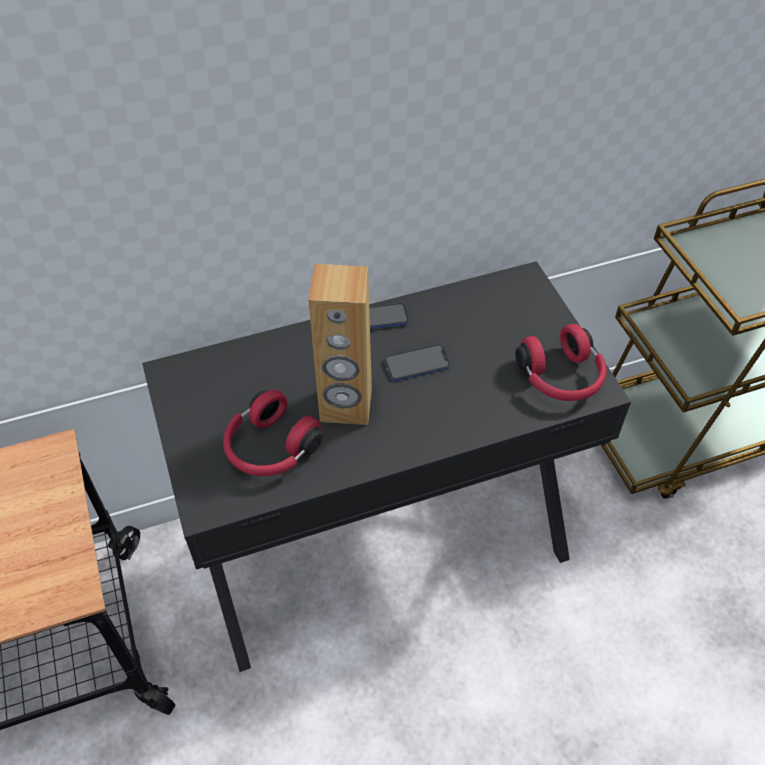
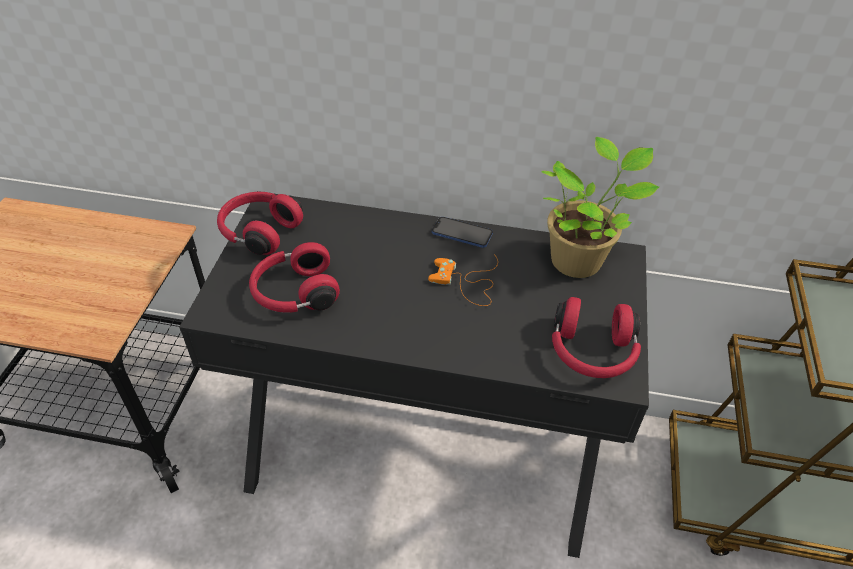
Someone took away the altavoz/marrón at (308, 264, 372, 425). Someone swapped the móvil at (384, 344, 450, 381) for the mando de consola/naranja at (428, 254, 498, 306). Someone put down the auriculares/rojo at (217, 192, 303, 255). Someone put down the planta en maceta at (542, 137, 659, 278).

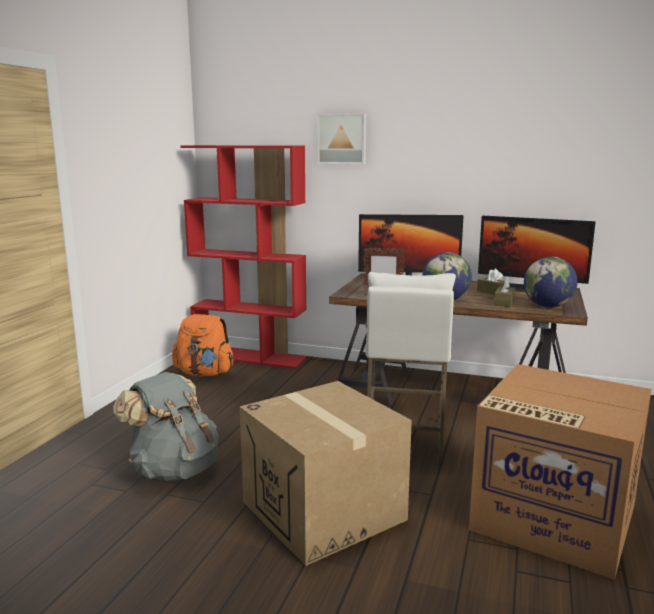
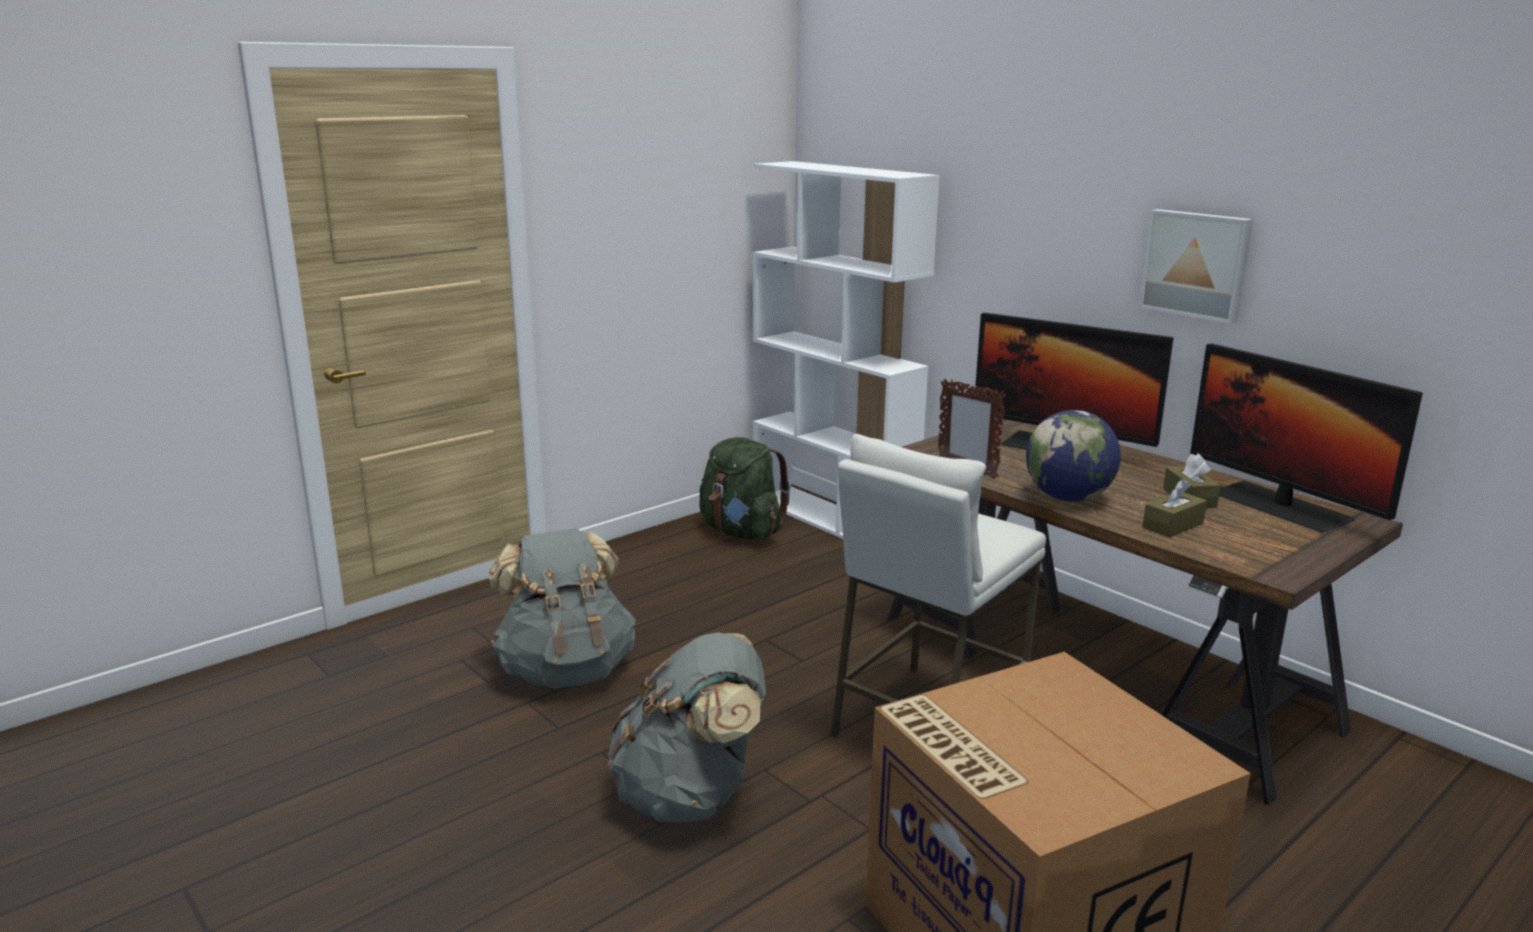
Someone repainted the mochila/naranja at (172, 314, 233, 376), which became the mochila/verde at (699, 437, 791, 539). Someone repainted the estantería/rojo at (181, 145, 307, 369), which became the estantería/blanco at (753, 161, 940, 539). Someone swapped the caja de cartón at (240, 381, 412, 566) for the mochila/gris at (608, 632, 766, 822). Someone carried the cuadro from (318, 113, 366, 164) to (1139, 209, 1253, 324). Someone took away the globo terráqueo at (524, 257, 578, 307).

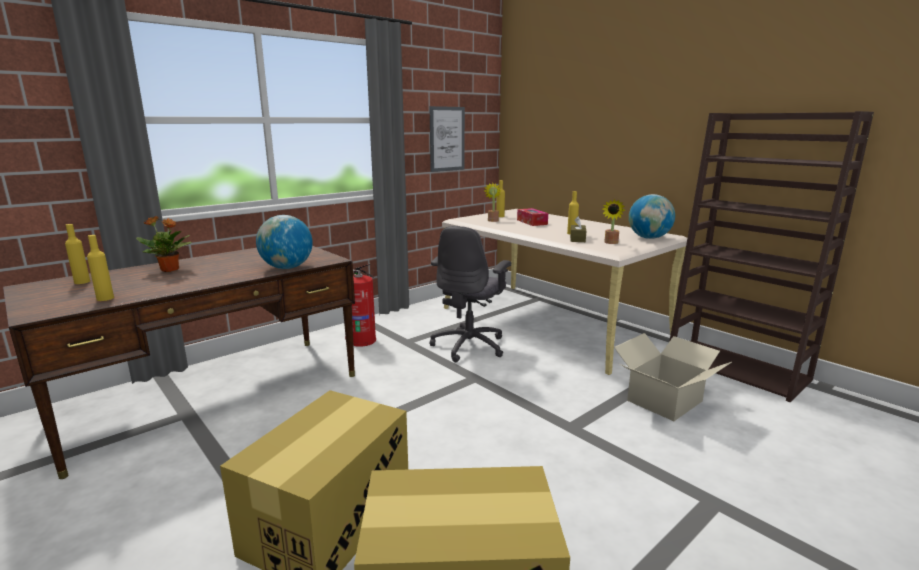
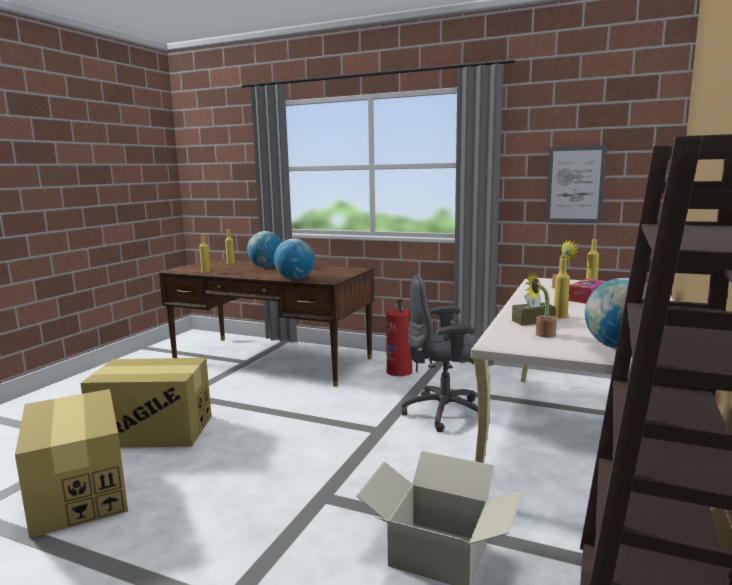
Someone swapped the planta en maceta at (136, 216, 192, 272) for the globo terráqueo at (247, 231, 282, 267).

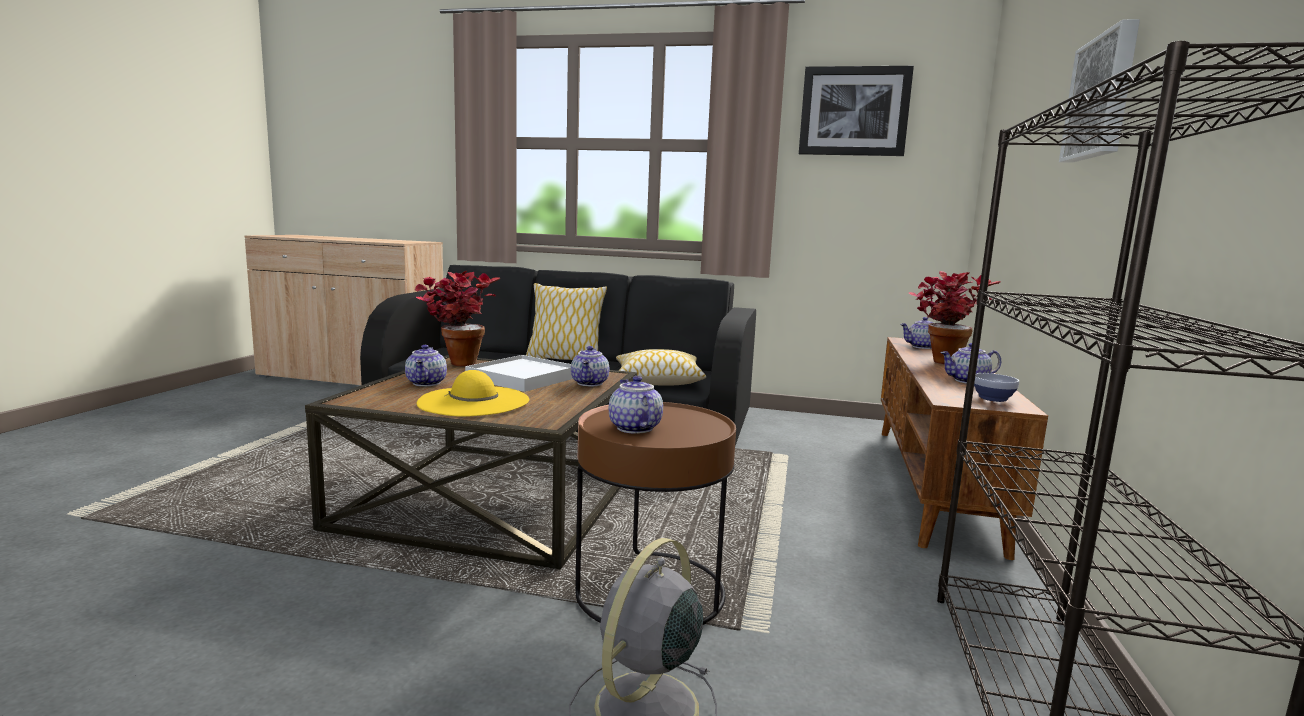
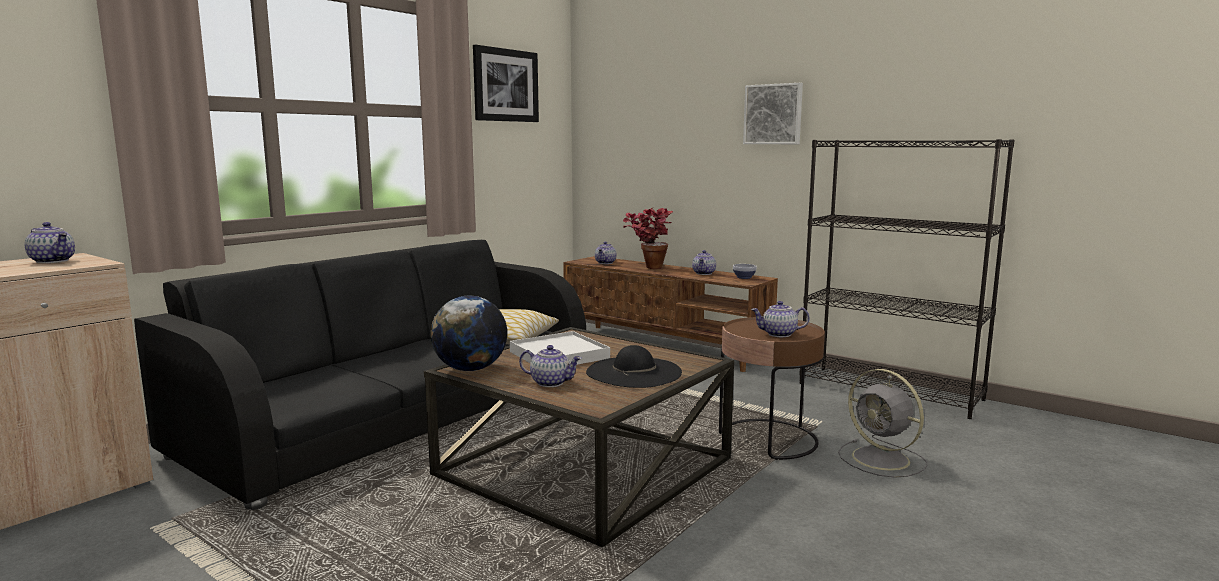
Someone swapped the planta en maceta at (415, 271, 500, 366) for the globo terráqueo at (430, 296, 507, 371). Someone repainted the sombrero/amarillo at (417, 370, 529, 417), which became the sombrero/negro at (586, 345, 682, 388). Someone took away the cojín at (526, 283, 607, 360). Someone carried the tetera from (571, 346, 609, 386) to (25, 222, 75, 263).

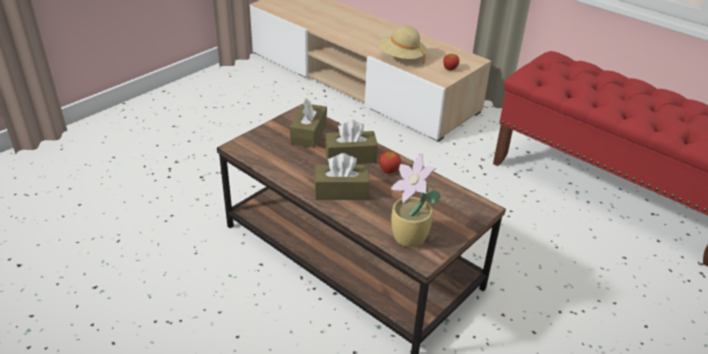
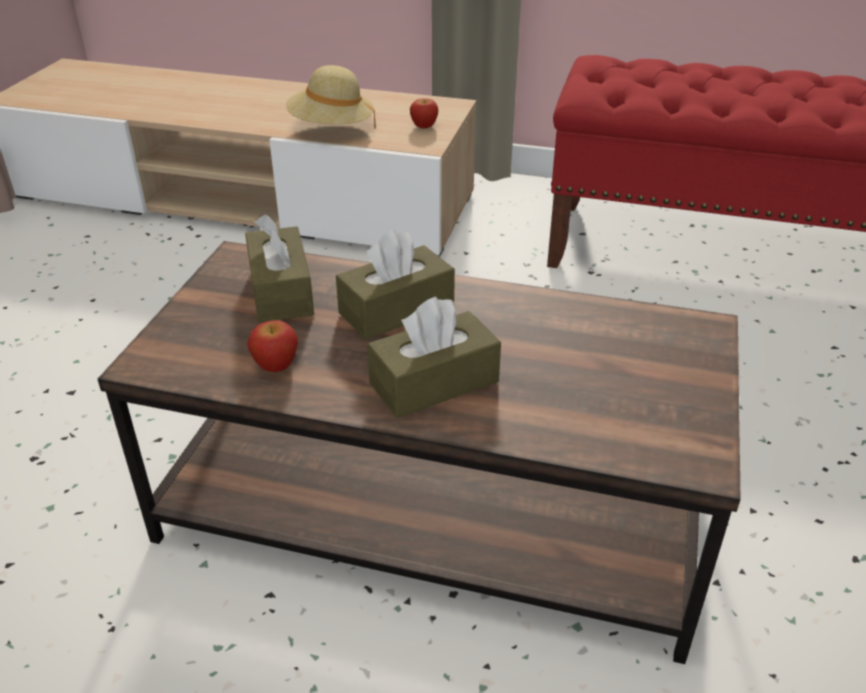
Someone carried the manzana from (379, 151, 401, 174) to (247, 320, 298, 372). Someone took away the planta en maceta at (391, 154, 441, 247).

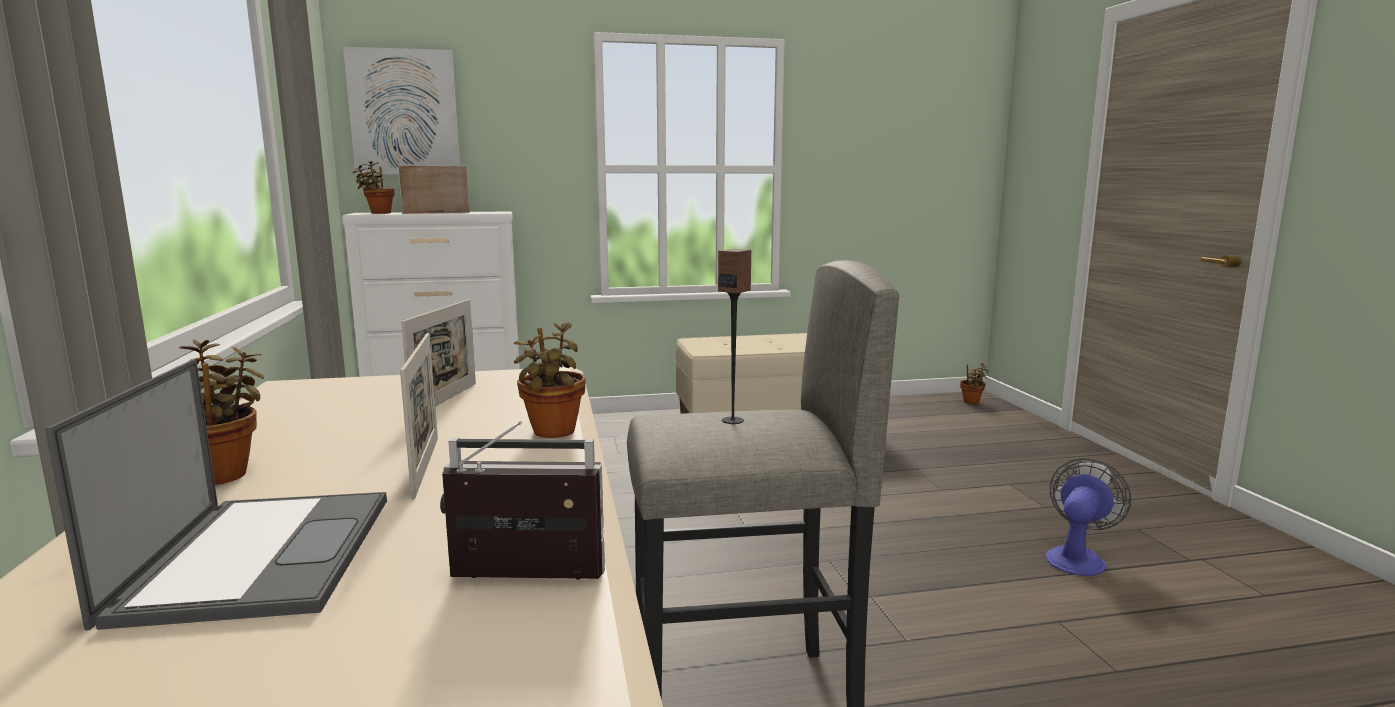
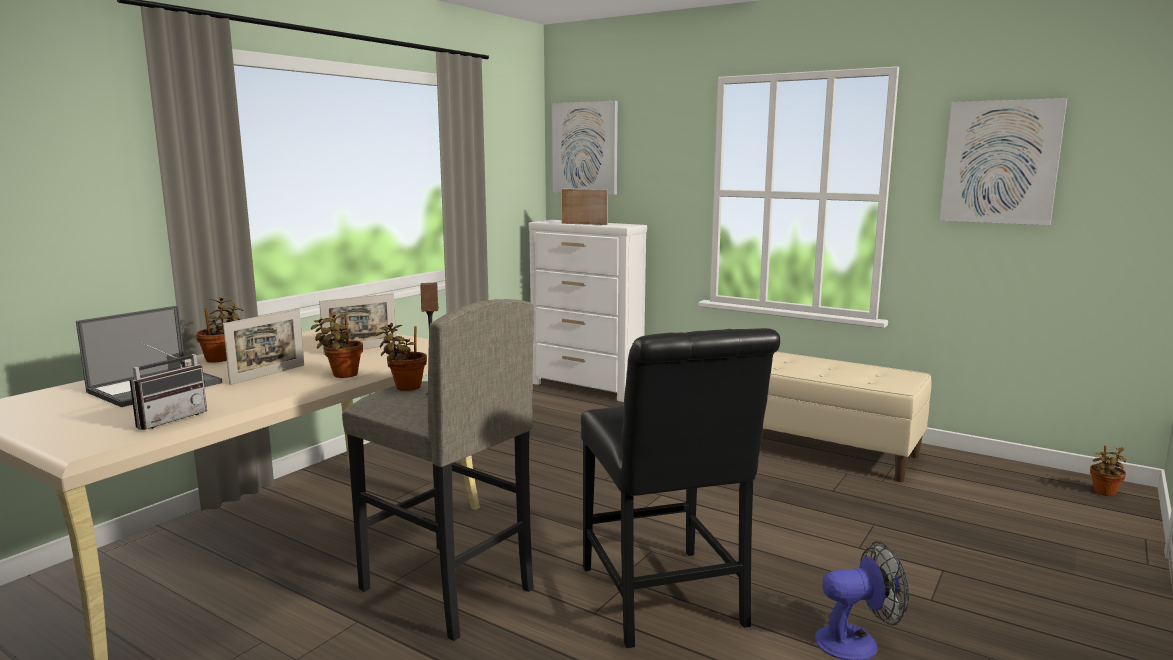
Someone carried the planta en maceta from (353, 161, 395, 214) to (376, 323, 427, 391). Someone rotated the radio at (440, 421, 605, 579) by 75 degrees clockwise. Someone put down the silla/negro at (581, 328, 780, 648). Someone put up the cuadro at (940, 98, 1067, 225).

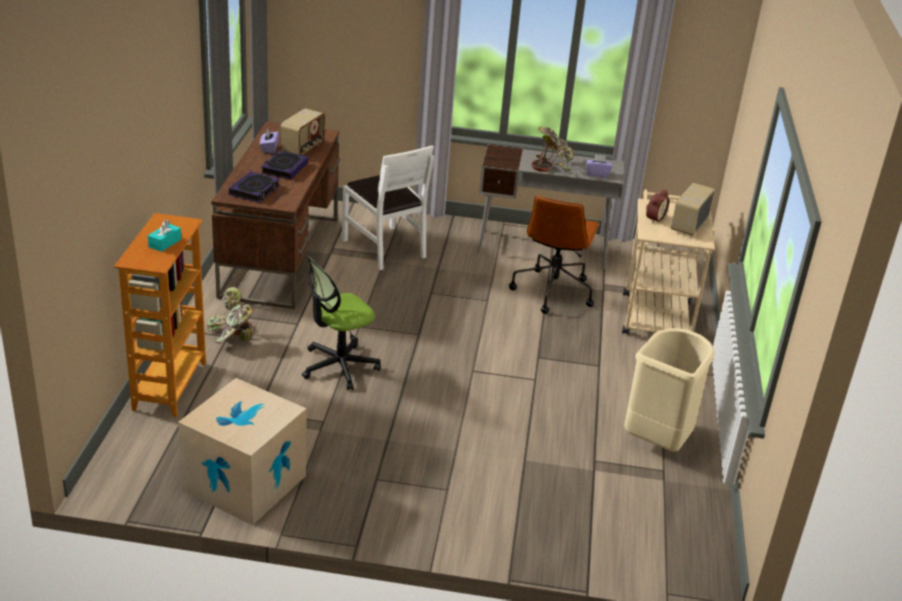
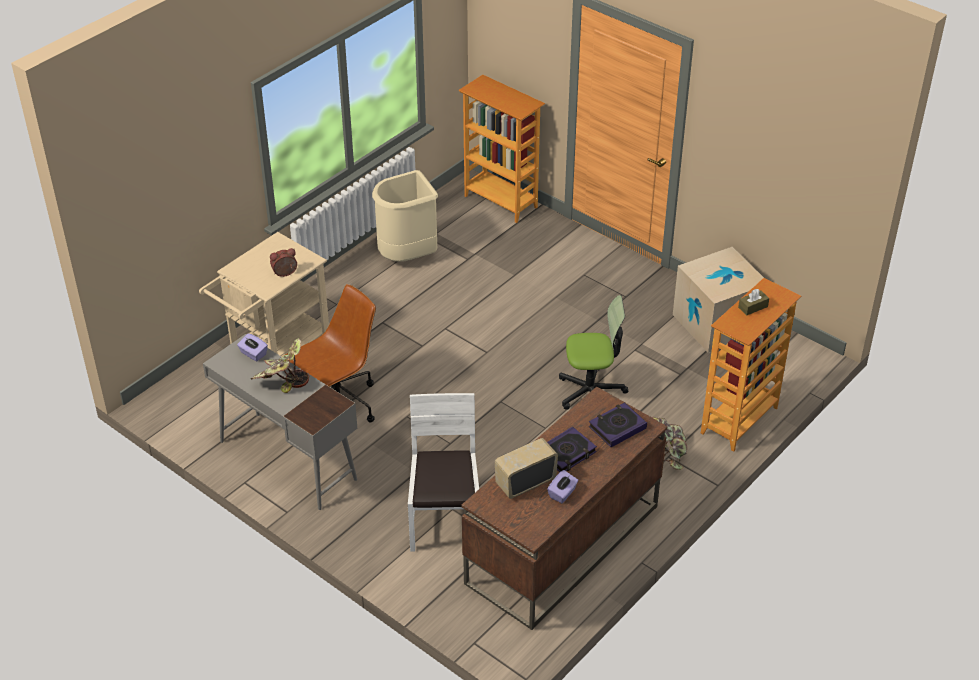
Someone repainted the caja de pañuelos/turquesa at (148, 220, 181, 252), which became the caja de pañuelos/marrón at (738, 289, 769, 315). Someone took away the radio at (671, 183, 715, 236). Someone put down the estantería at (459, 75, 545, 223).

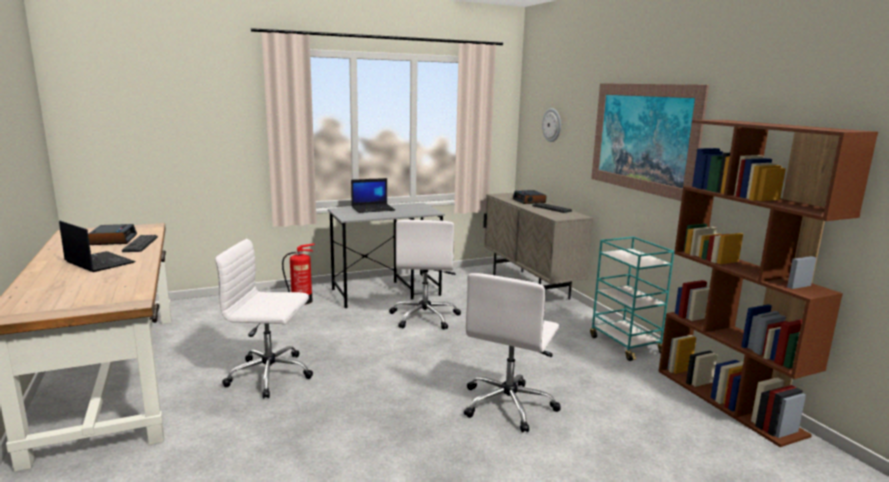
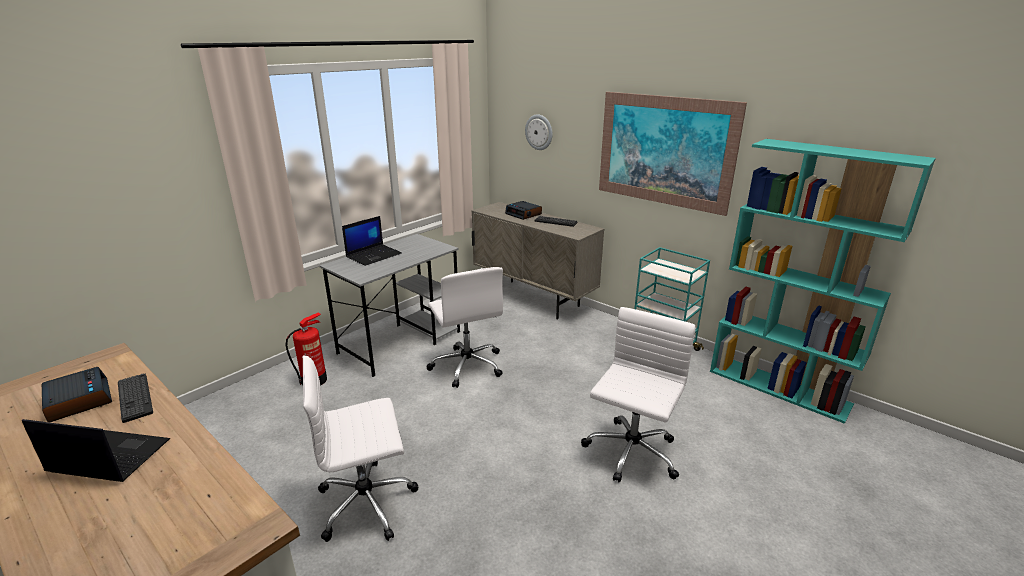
Someone rotated the silla de oficina/blanco at (464, 273, 561, 433) by 150 degrees counterclockwise. Someone repainted the estantería/marrón at (658, 120, 878, 447), which became the estantería/turquesa at (710, 139, 936, 424).

